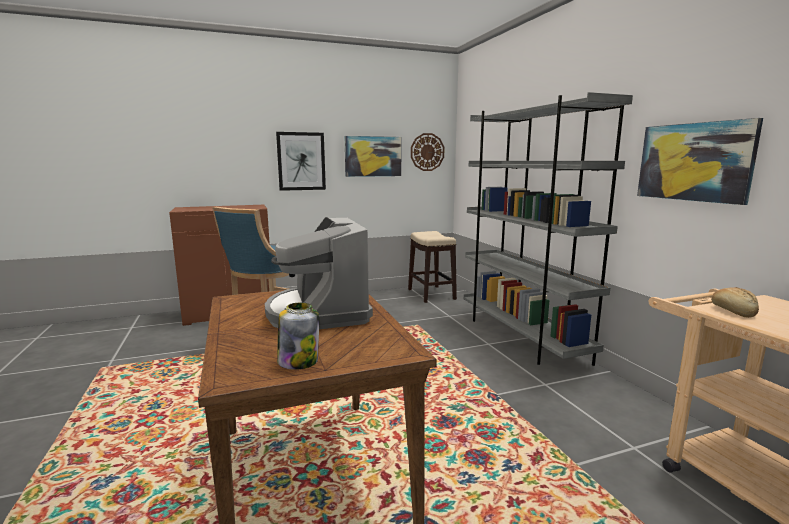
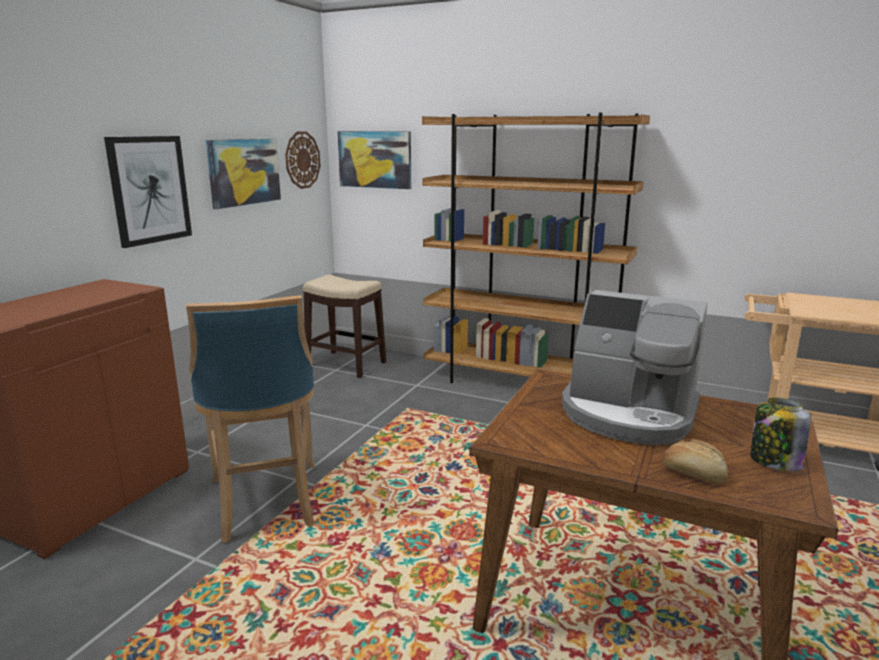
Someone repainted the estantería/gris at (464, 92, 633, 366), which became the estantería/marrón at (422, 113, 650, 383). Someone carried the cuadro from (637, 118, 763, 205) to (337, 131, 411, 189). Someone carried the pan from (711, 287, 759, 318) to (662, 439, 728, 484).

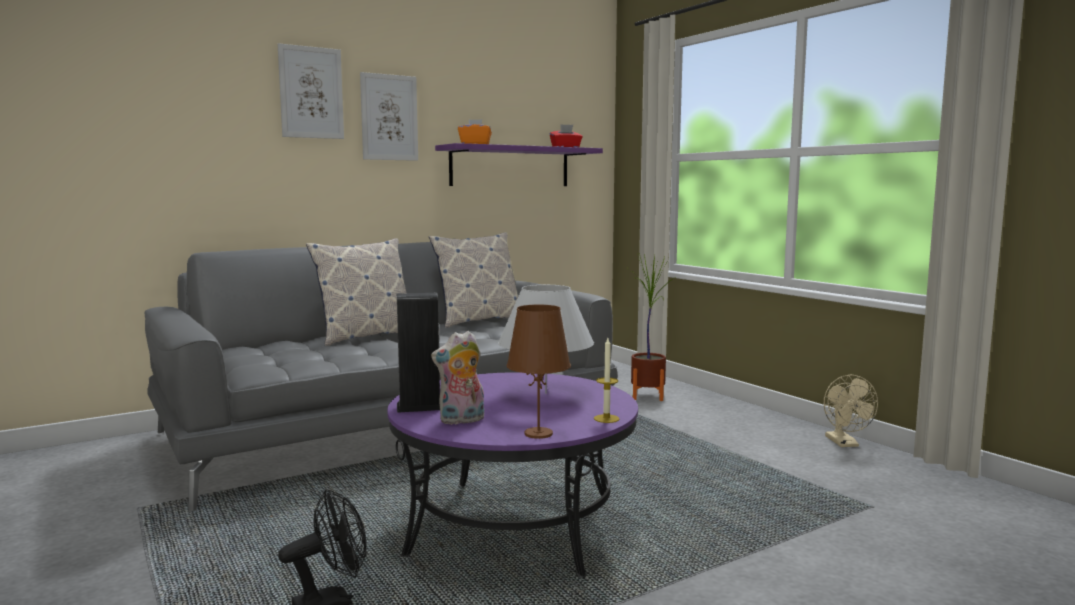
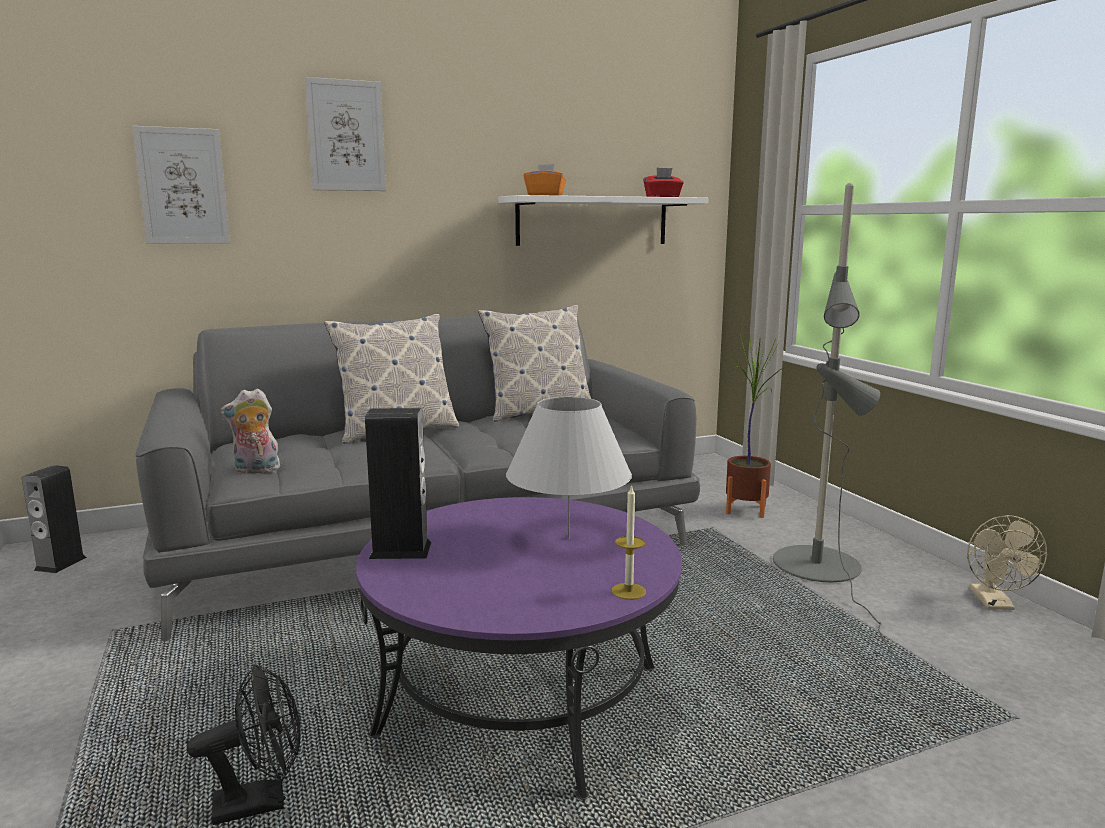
Someone carried the cuadro from (360, 72, 418, 161) to (132, 126, 230, 244). Someone carried the peluche from (431, 331, 484, 425) to (221, 388, 280, 474). Someone repainted the estante/morado at (435, 143, 603, 186), which became the estante/blanco at (498, 195, 708, 246). Someone took away the lámpara de mesa/marrón at (506, 305, 571, 439). Someone put down the altavoz at (22, 465, 87, 573). Someone put down the lámpara de pie/gris at (773, 183, 919, 686).

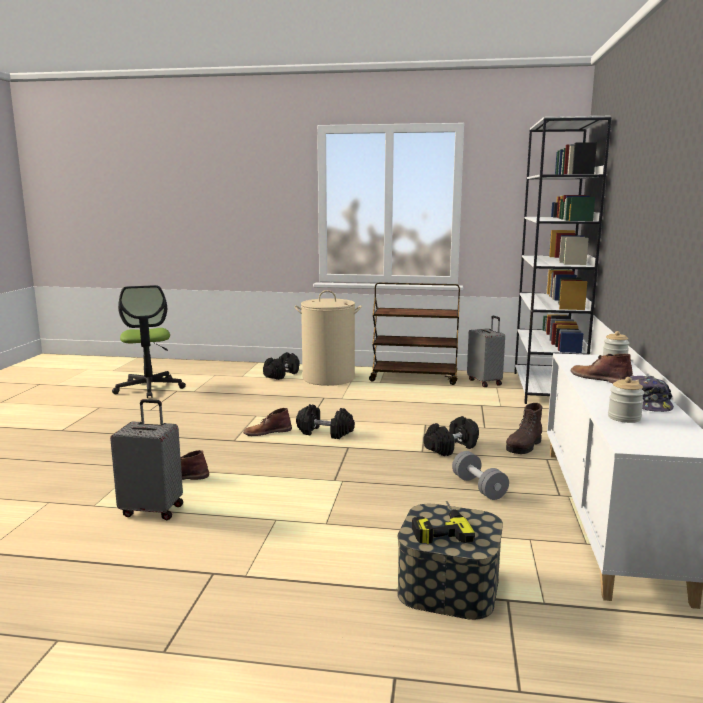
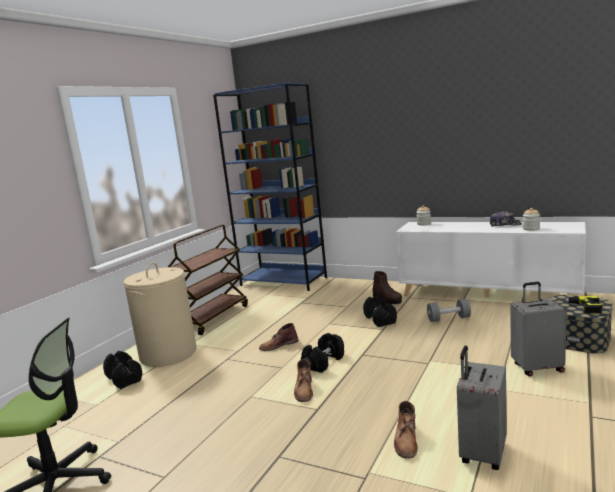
Someone carried the maleta/gris from (467, 316, 505, 387) to (511, 282, 567, 376). Someone repainted the estantería/blanco at (514, 116, 611, 404), which became the estantería/azul at (213, 83, 327, 291). Someone carried the bota/marrón from (571, 353, 633, 383) to (259, 323, 298, 351).

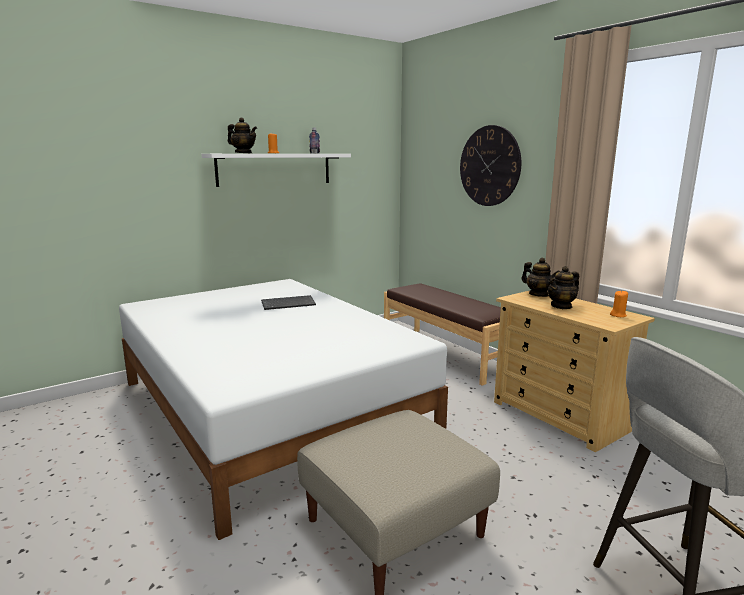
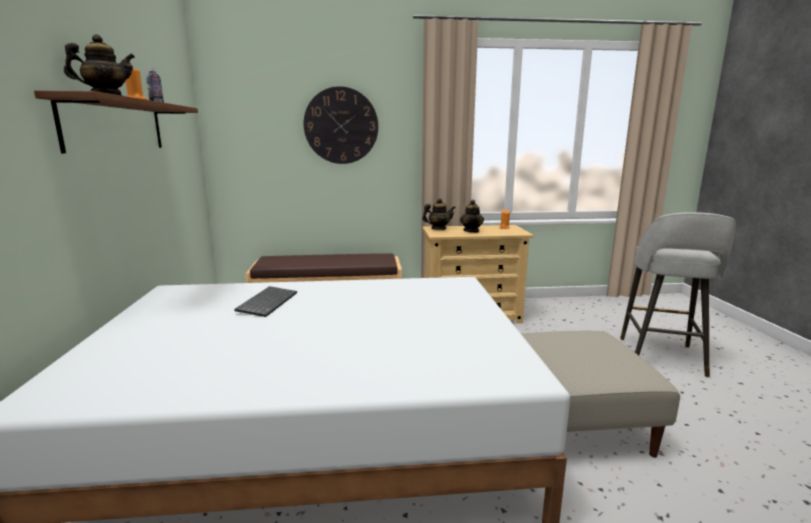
Someone repainted the estante/blanco at (201, 154, 351, 187), which became the estante/marrón at (34, 90, 198, 153).

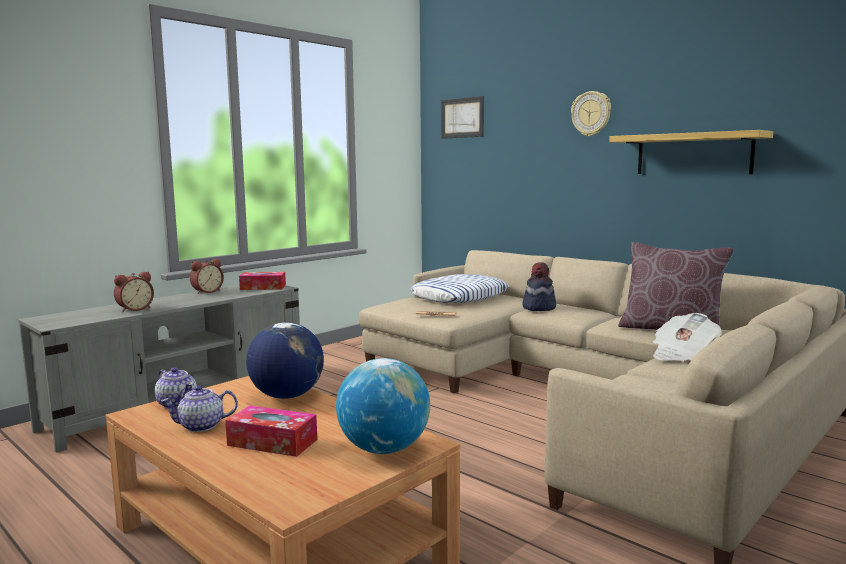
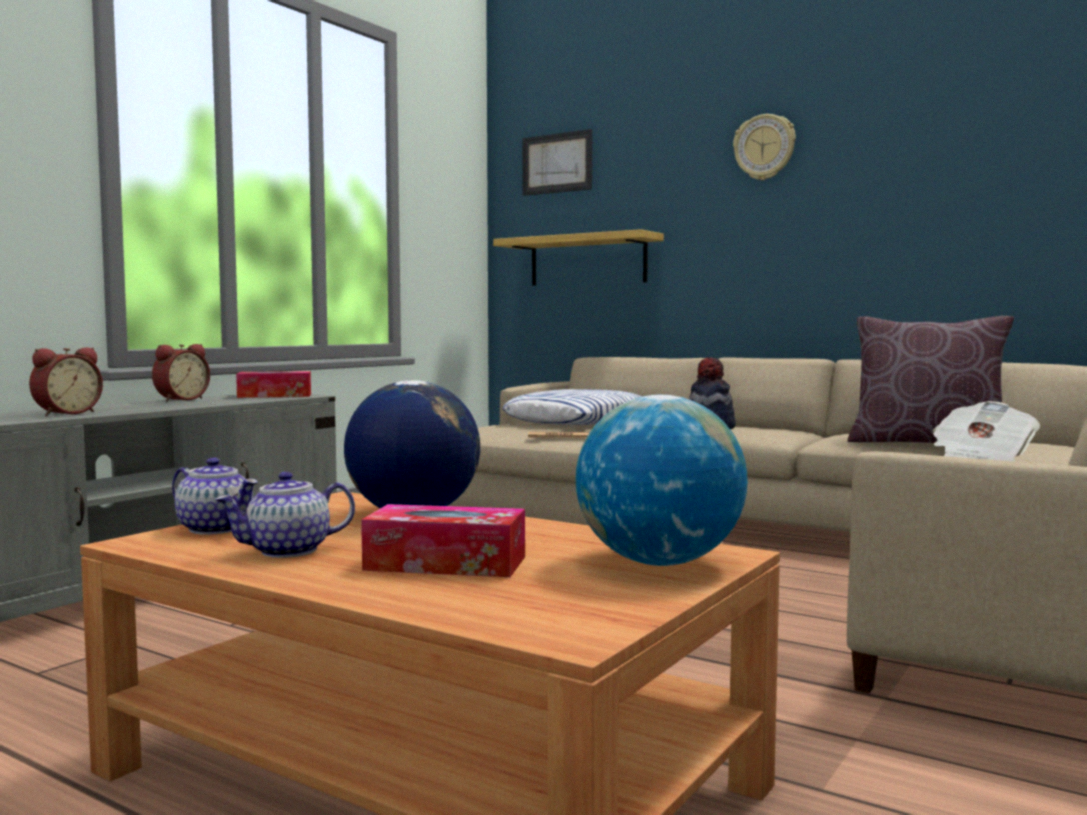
Someone carried the estante from (609, 130, 773, 174) to (493, 229, 664, 286).

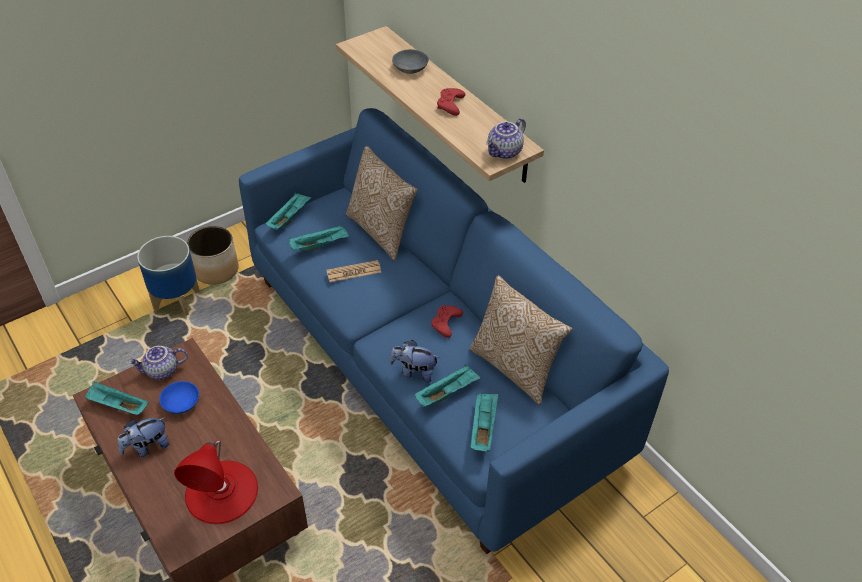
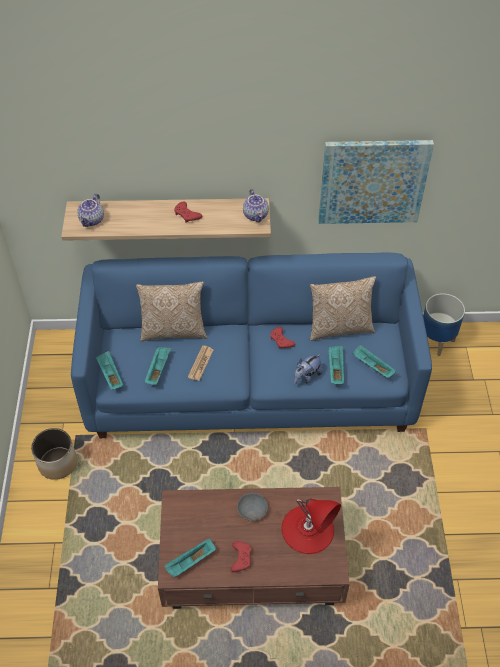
Someone swapped the peluche at (117, 417, 169, 457) for the mando de consola/rojo at (230, 541, 252, 572). Someone carried the tetera from (128, 346, 188, 380) to (77, 193, 104, 227). Someone carried the maceta from (137, 236, 200, 316) to (423, 293, 465, 356). Someone took away the cuenco/azul at (159, 381, 199, 414). Someone carried the cuenco/gris from (392, 49, 429, 74) to (237, 493, 268, 521). Someone put up the cuadro at (318, 140, 434, 224).

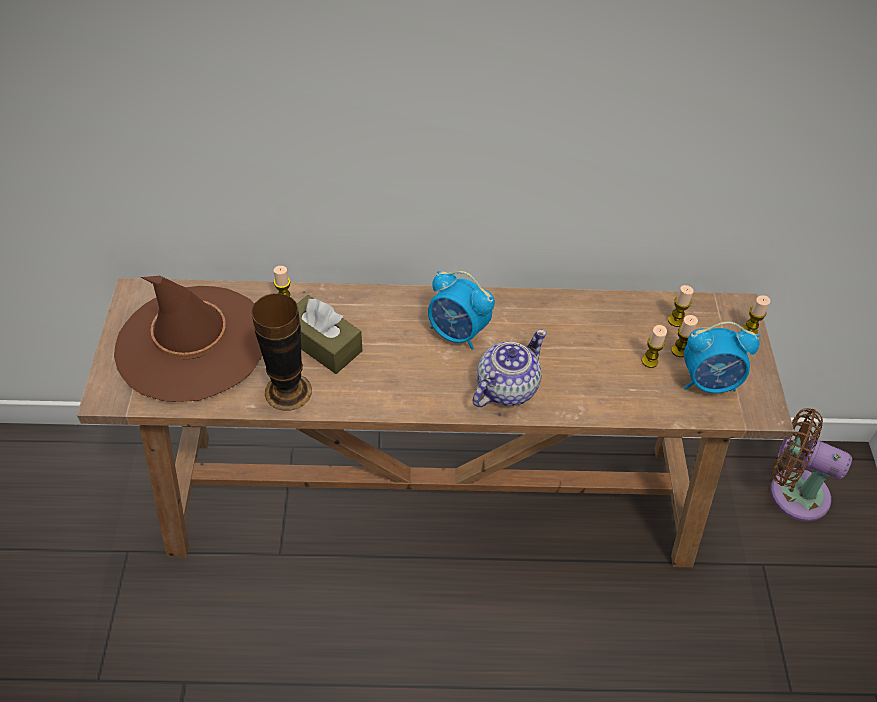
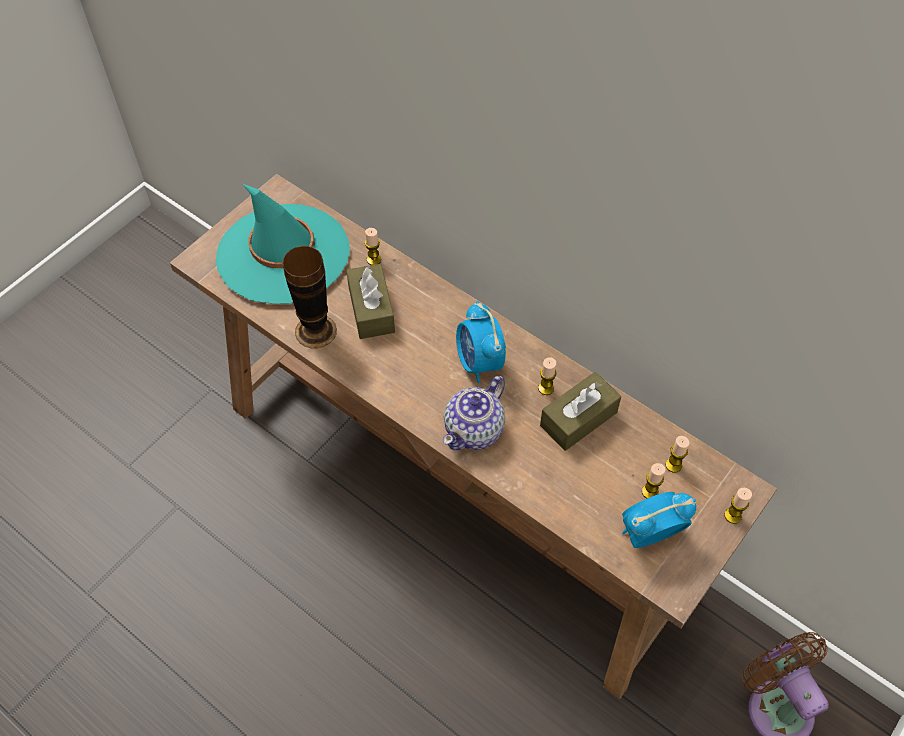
Someone repainted the sombrero/marrón at (114, 276, 262, 402), which became the sombrero/turquesa at (216, 184, 350, 304). Someone rotated the tetera at (472, 329, 547, 407) by 135 degrees clockwise. Someone carried the vela from (642, 325, 667, 368) to (538, 357, 557, 395). Someone rotated the despertador at (684, 321, 760, 393) by 120 degrees clockwise. Someone put down the caja de pañuelos/marrón at (540, 372, 621, 451).

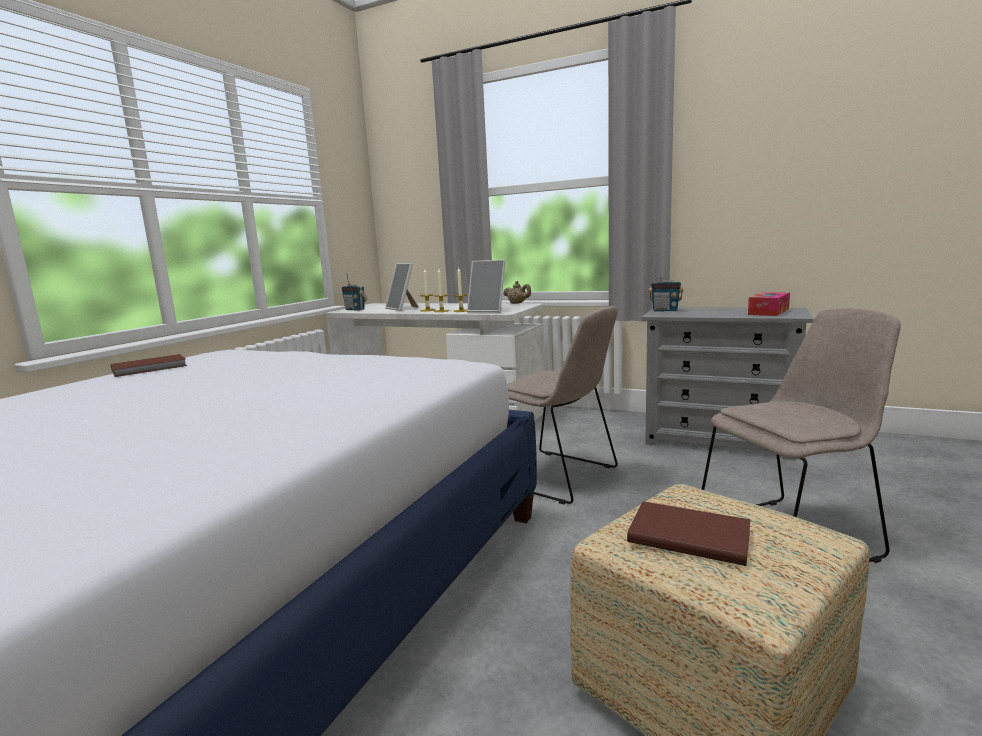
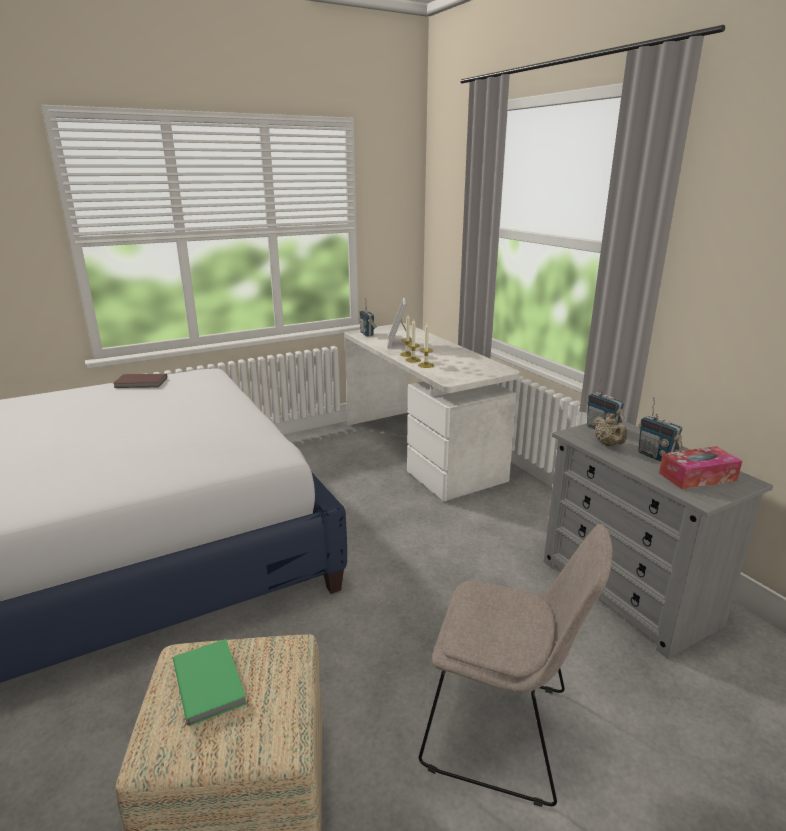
Someone took away the portarretratos at (467, 260, 505, 313). Someone carried the tetera/beis from (503, 281, 531, 304) to (593, 414, 627, 446). Someone took away the silla/beis at (507, 306, 618, 504). Someone repainted the libro/marrón at (627, 501, 751, 566), which became the libro/verde at (173, 639, 247, 726). Someone put down the radio at (638, 398, 682, 462).

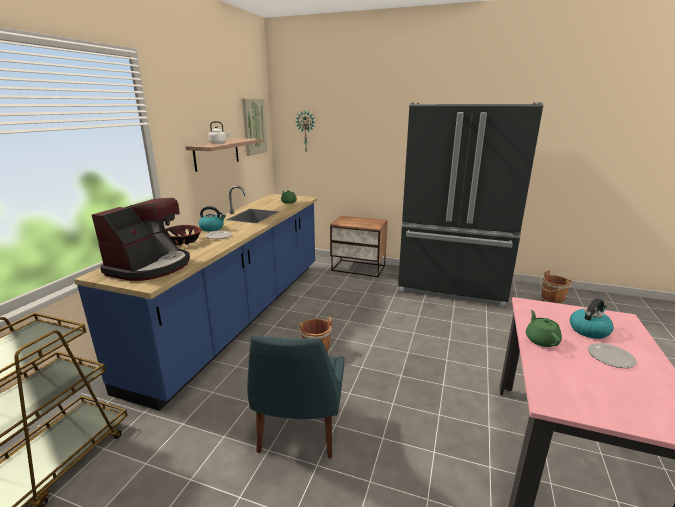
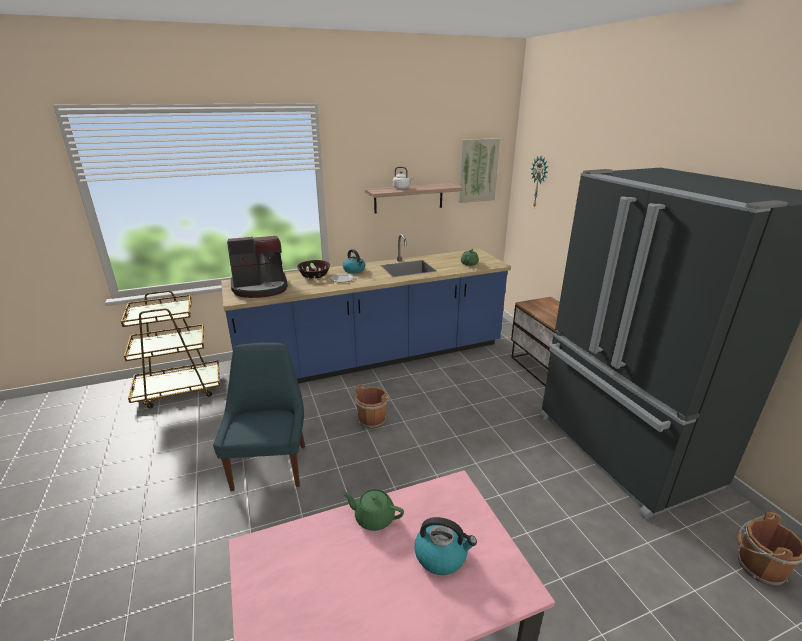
Someone rotated the silla/azul at (247, 335, 345, 459) by 120 degrees clockwise. Someone rotated the tetera/verde at (526, 310, 562, 347) by 120 degrees counterclockwise. Someone took away the plato at (588, 343, 637, 368).

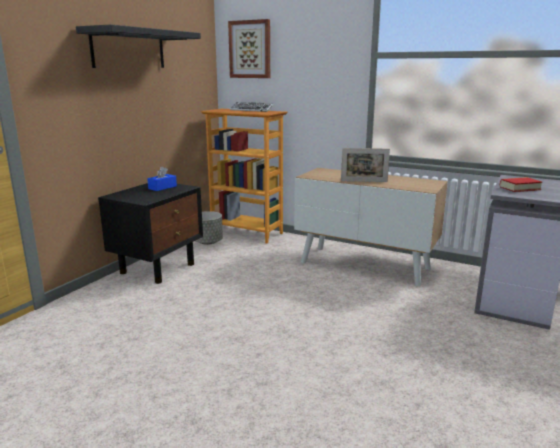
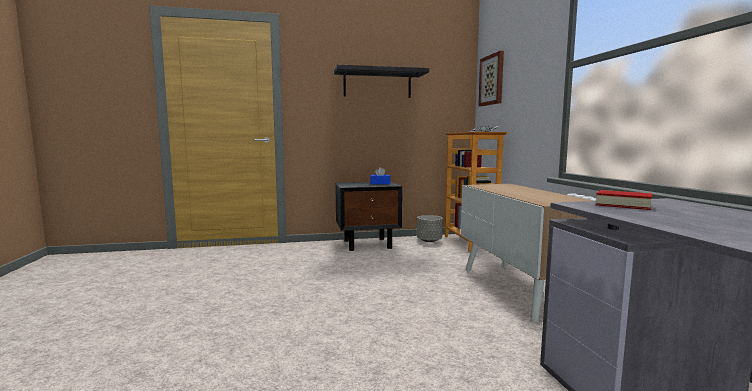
Someone took away the portarretratos at (341, 148, 390, 182).

